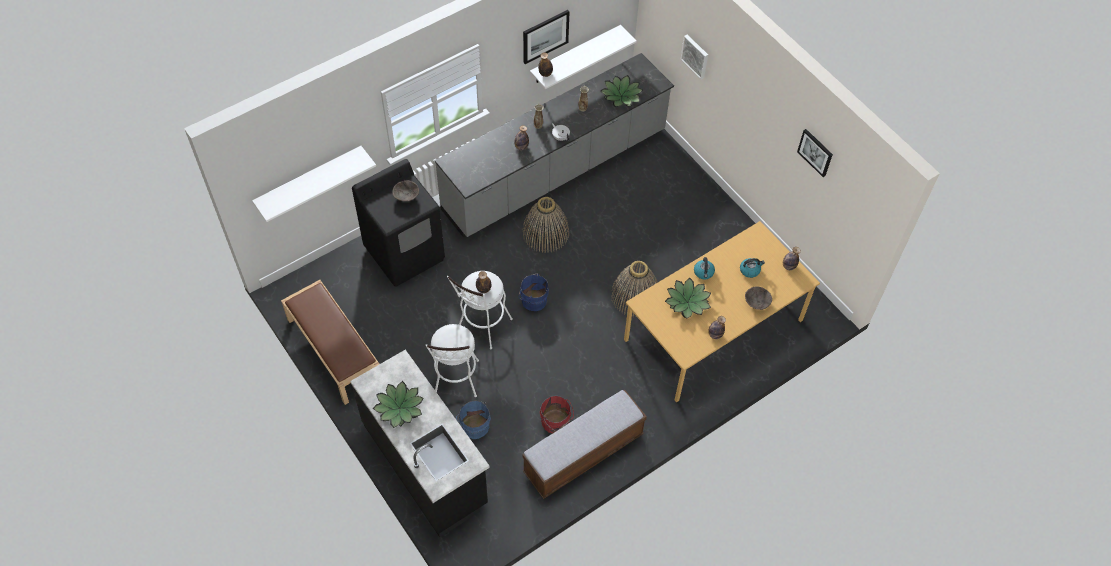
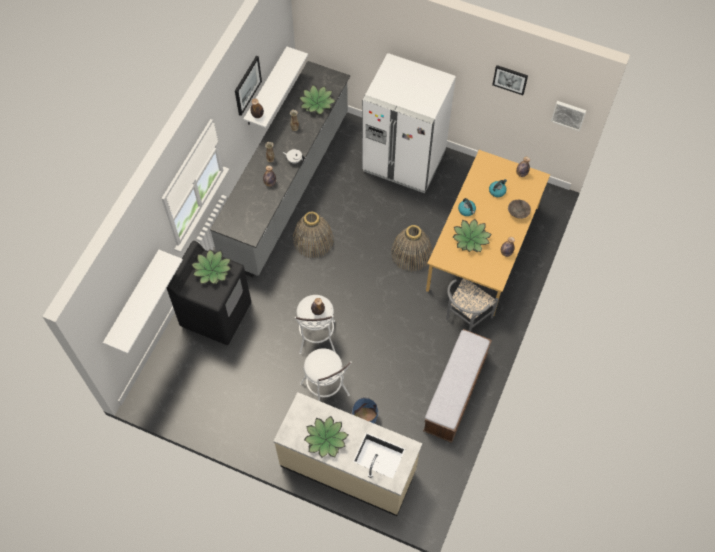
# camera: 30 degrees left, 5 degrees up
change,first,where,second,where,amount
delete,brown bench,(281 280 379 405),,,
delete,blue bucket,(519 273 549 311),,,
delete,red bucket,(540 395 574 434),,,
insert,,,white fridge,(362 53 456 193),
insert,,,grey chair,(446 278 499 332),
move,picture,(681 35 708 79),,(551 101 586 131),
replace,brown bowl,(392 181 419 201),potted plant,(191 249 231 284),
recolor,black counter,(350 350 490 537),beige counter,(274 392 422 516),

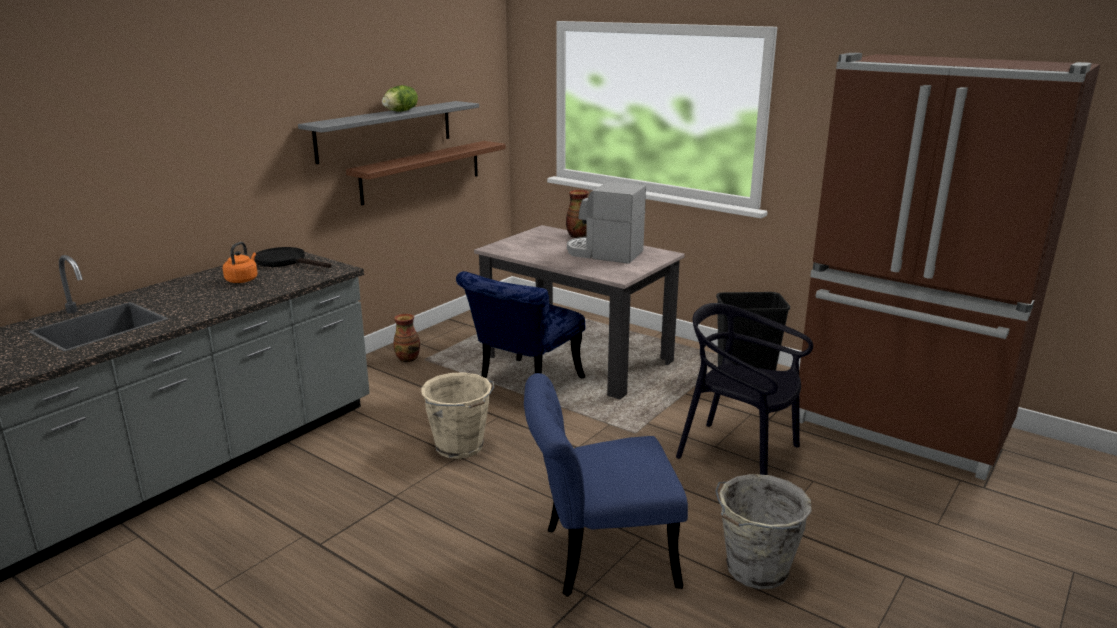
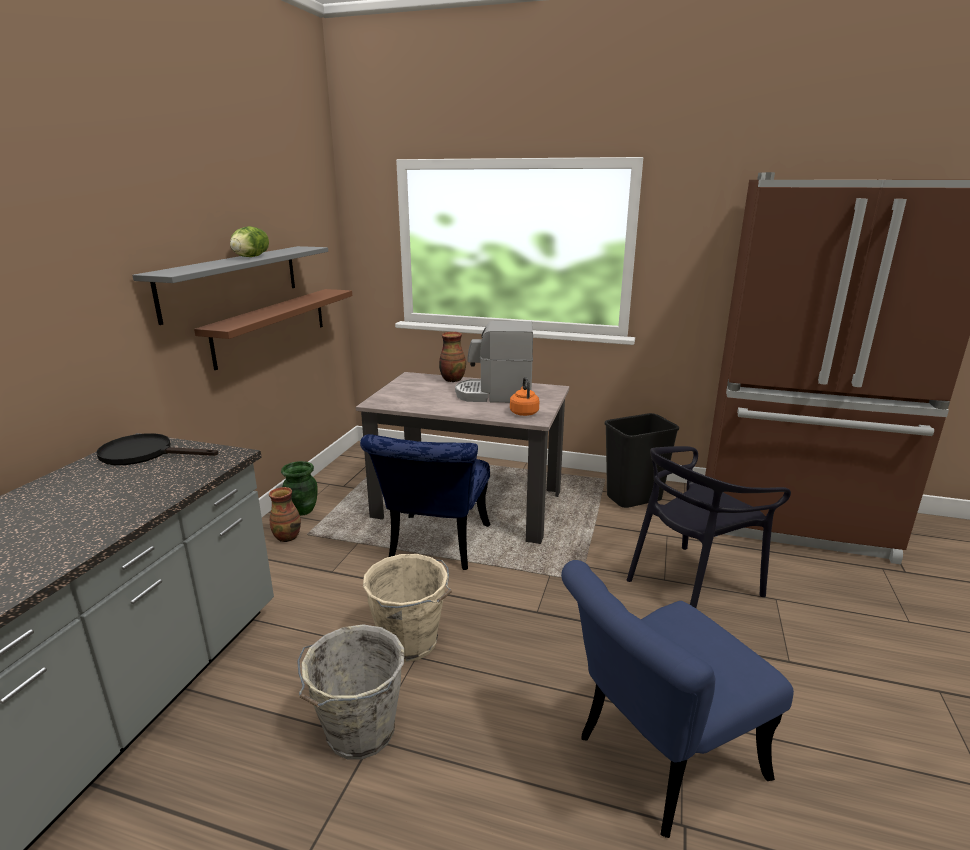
# camera: 20 degrees left, 0 degrees up
change,first,where,second,where,amount
insert,,,green vase,(281 461 318 516),
move,orange kettle,(223 242 258 283),,(510 377 539 416),
move,grey bucket,(715 474 812 589),,(297 625 404 759),
rotate,black chair,(676 303 813 475),,(627 446 791 608),45 degrees counterclockwise

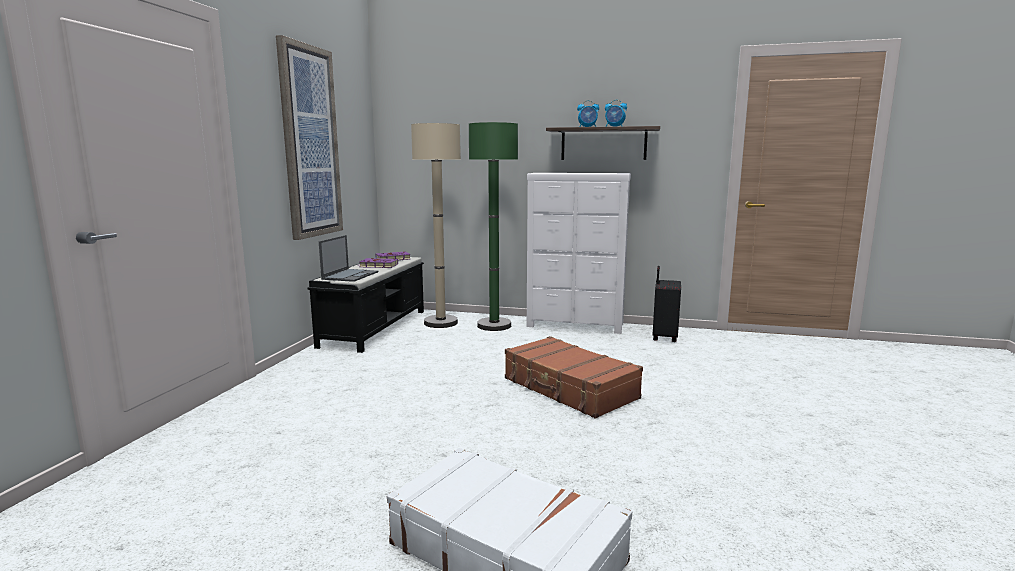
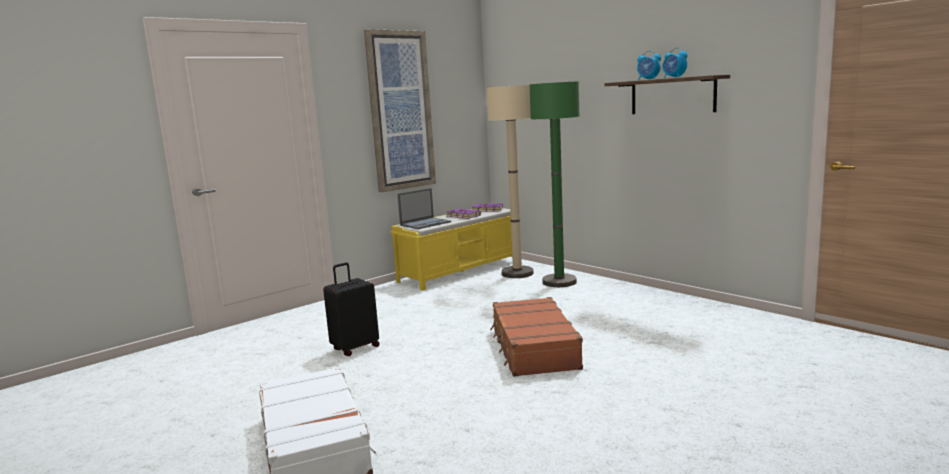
# camera: 35 degrees right, 0 degrees up
change,first,where,second,where,amount
delete,white dresser,(527 173 631 334),,,
move,black suitcase,(652 266 681 342),,(323 262 380 356),
recolor,black bench,(308 257 424 353),yellow bench,(390 208 512 291),

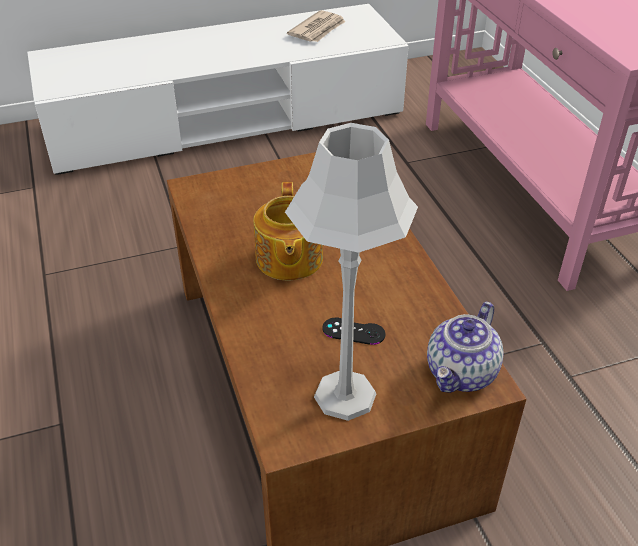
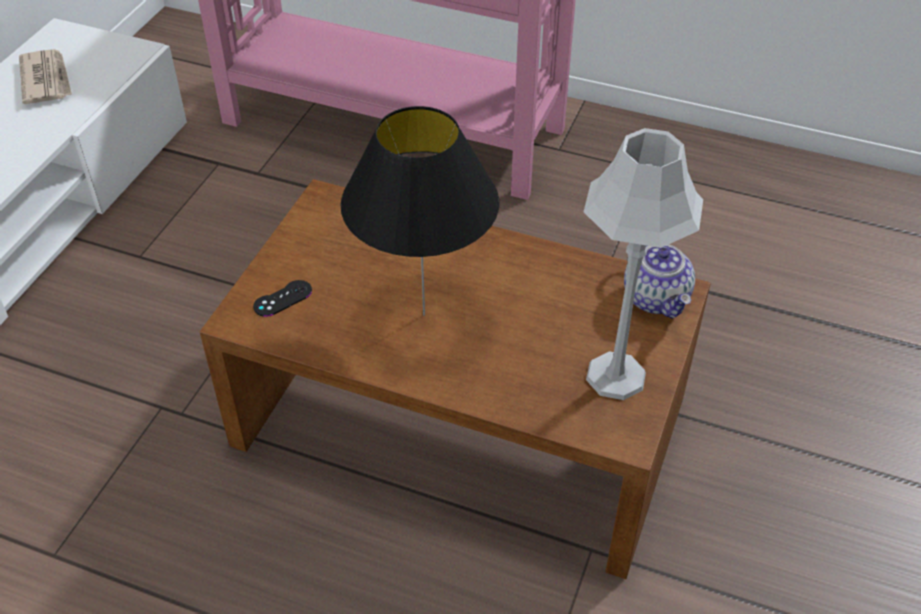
# camera: 50 degrees left, 5 degrees up
change,first,where,second,where,amount
move,black game controller,(322 318 385 345),,(253 280 312 317),
replace,teapot,(253 182 323 280),black table lamp,(340 106 499 316),

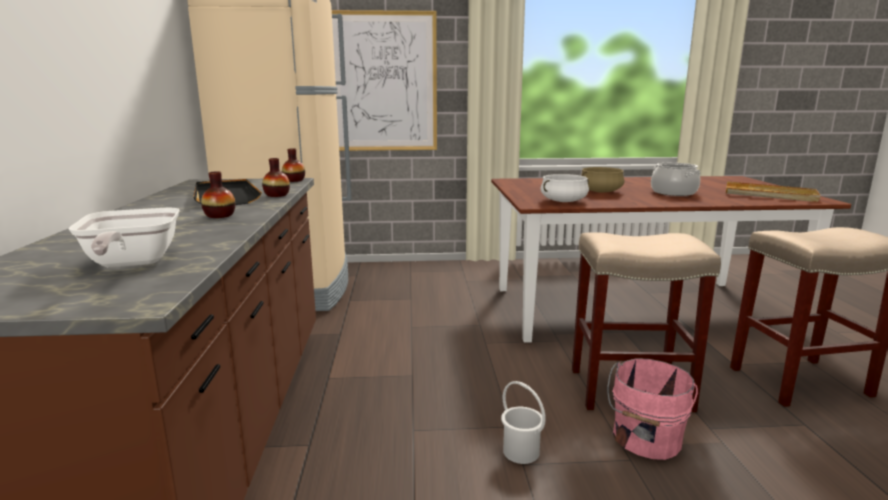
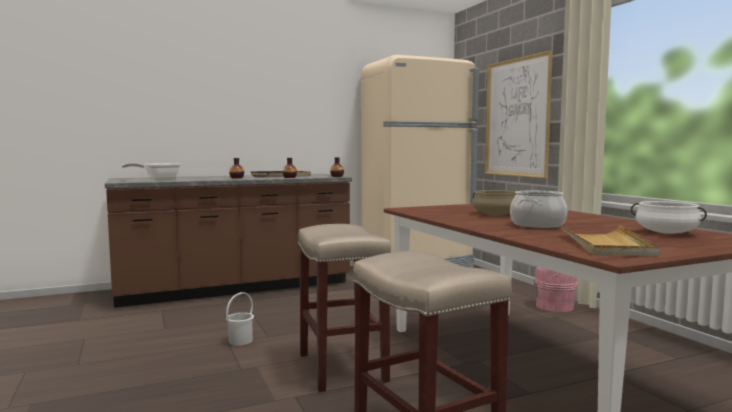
# camera: 70 degrees right, 10 degrees down
change,first,where,second,where,amount
move,white cooking pot,(540 174 589 202),,(631 201 707 234),
move,pink bucket,(607 358 698 460),,(534 266 578 312),

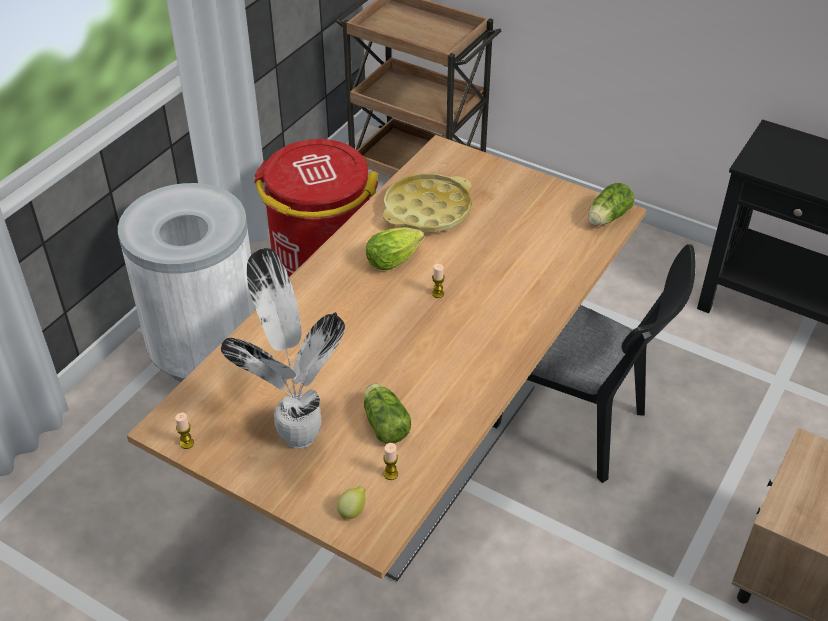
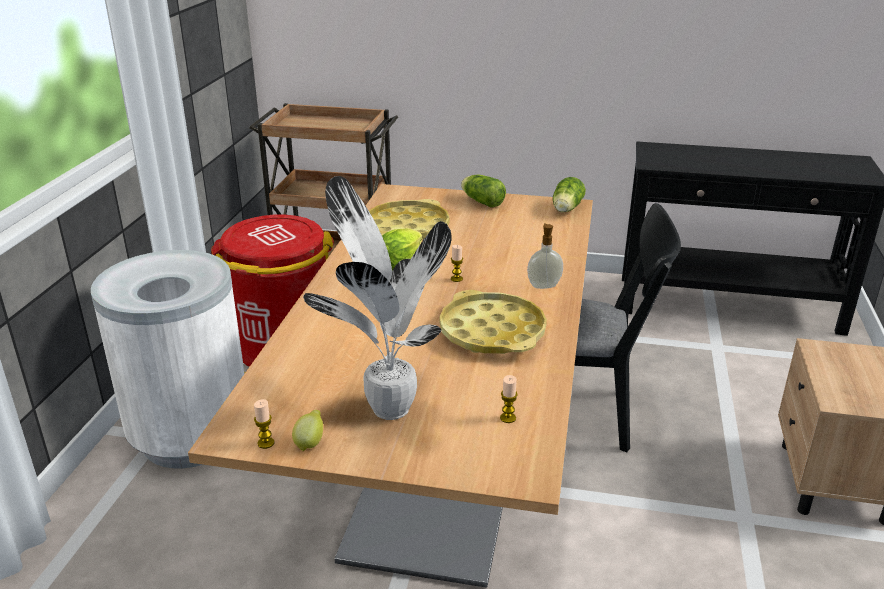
# camera: 20 degrees left, 15 degrees down
change,first,where,second,where,amount
insert,,,yellow tray,(439 290 547 354),
insert,,,soap dispenser,(527 224 563 289),
move,lemon,(337 486 366 520),,(292 410 323 451),
move,lettuce,(364 384 411 444),,(461 175 506 207),

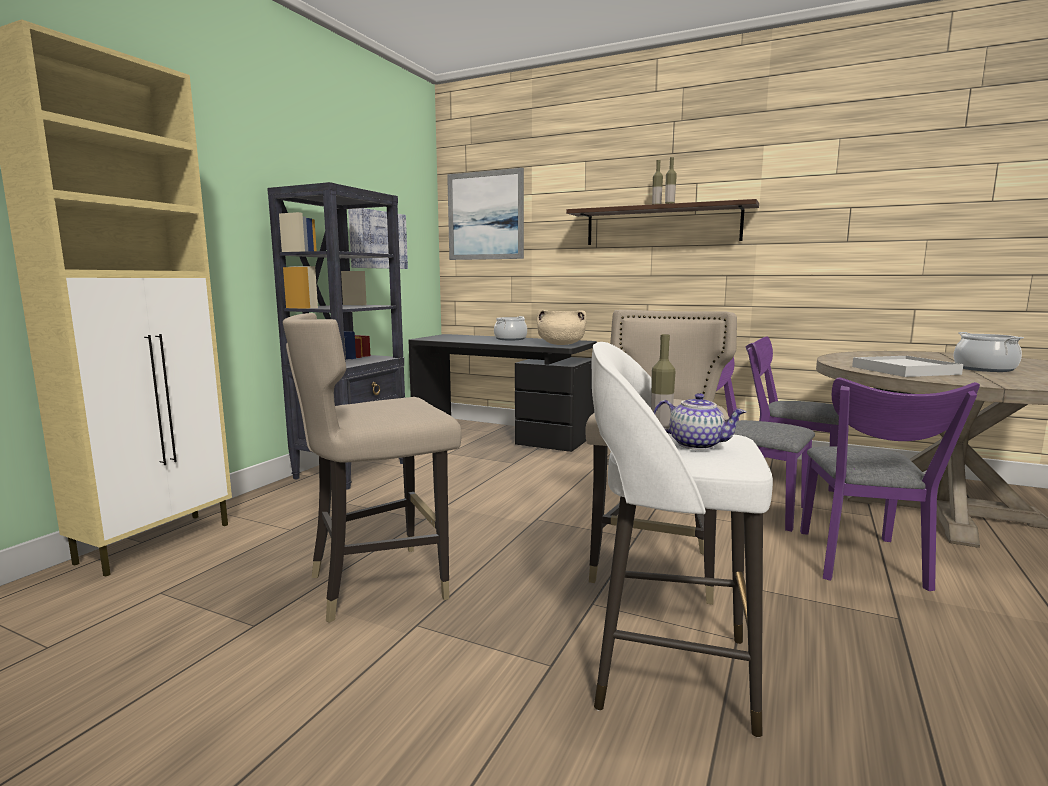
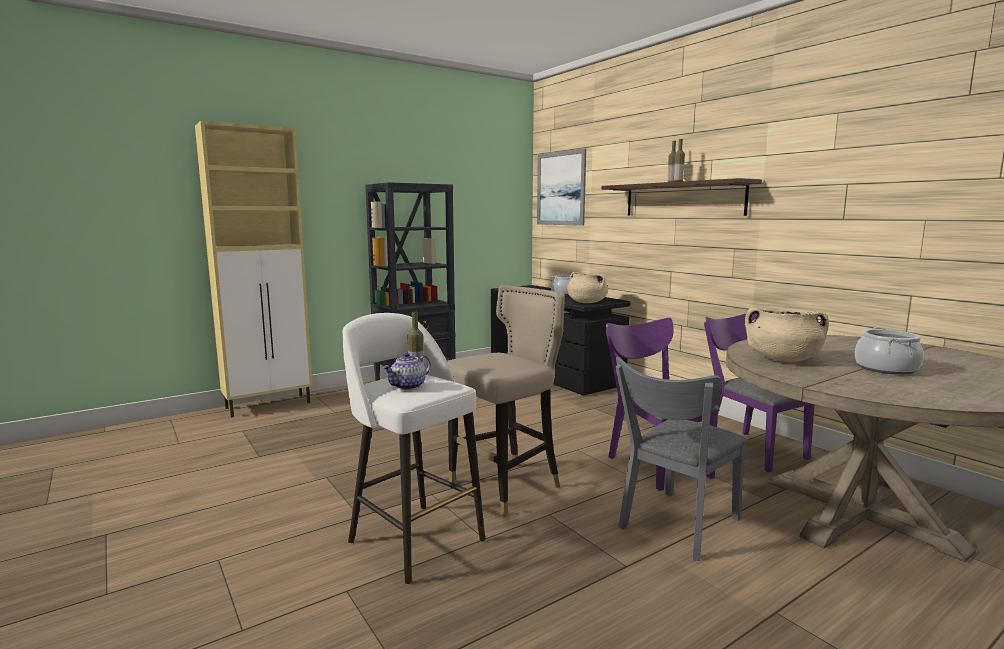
# camera: 30 degrees right, 0 degrees up
change,first,where,second,where,amount
delete,beige stool,(283 313 462 623),,,
delete,picture,(348 208 408 269),,,
replace,white tray,(852 356 963 377),beige cooking pot,(745 308 829 362),
recolor,purple chair,(800 378 980 591),grey chair,(615 356 748 561),
rotate,teapot,(654 393 746 450),,(382 353 431 390),75 degrees clockwise

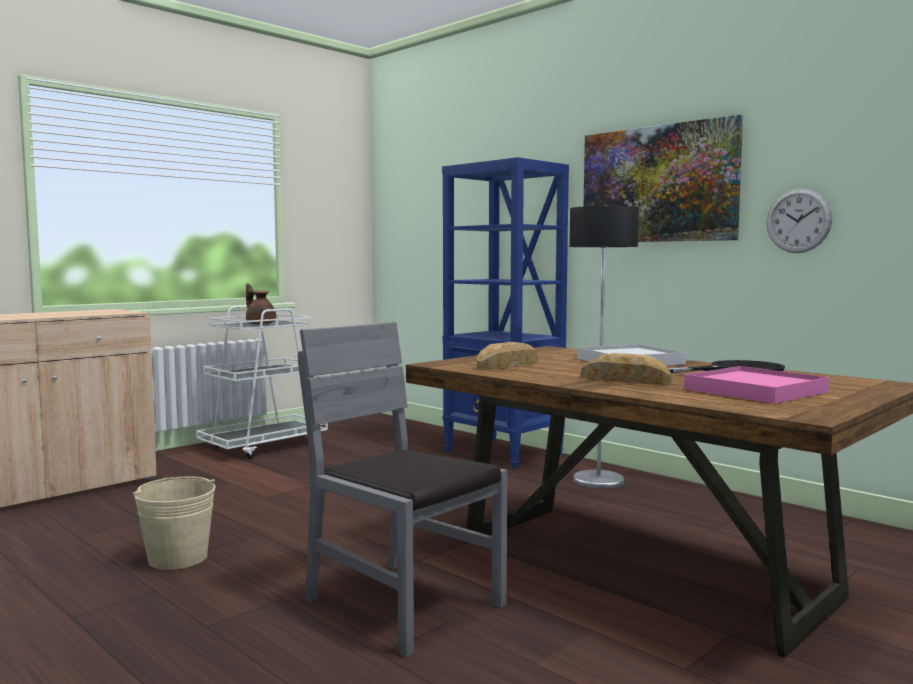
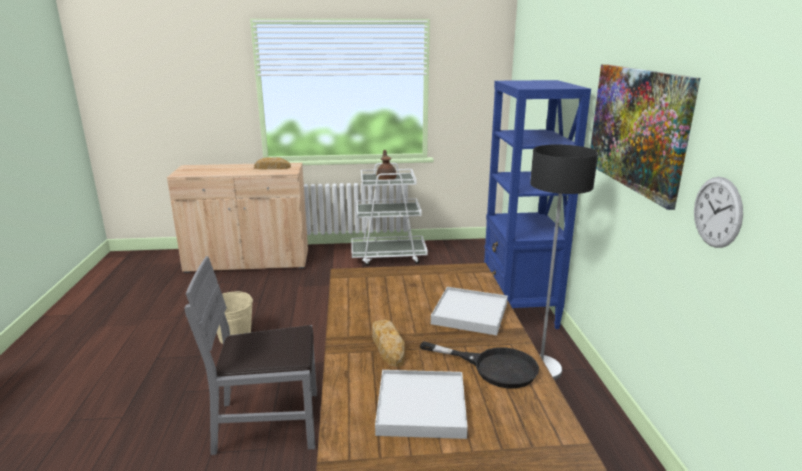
# camera: 40 degrees right, 15 degrees up
change,first,where,second,where,amount
move,bread,(477 342 538 370),,(254 157 291 169),
recolor,pink tray,(684 366 830 404),white tray,(375 370 468 439),
rotate,grey chair,(298 322 507 657),,(185 256 317 455),90 degrees counterclockwise

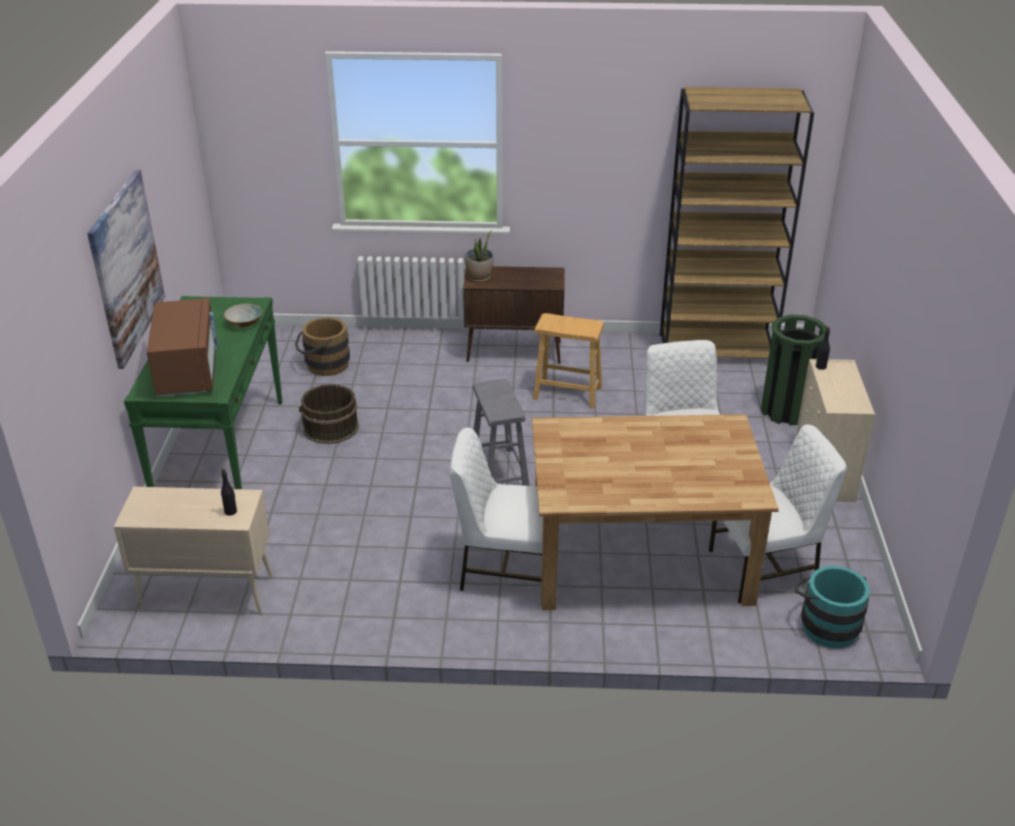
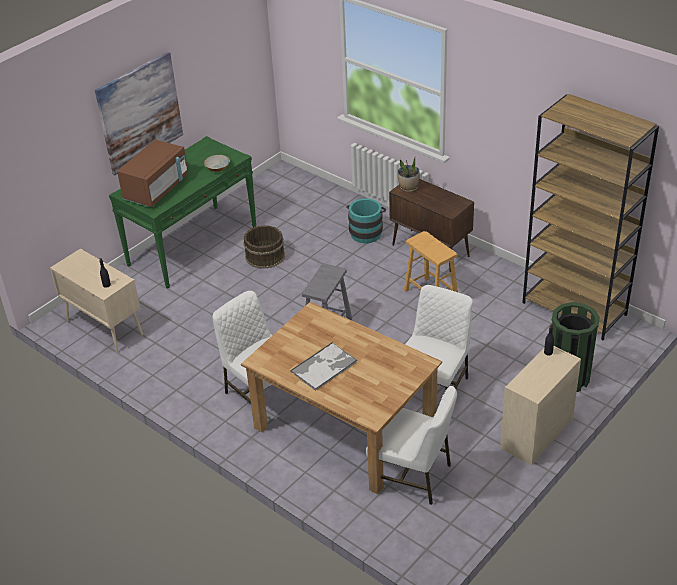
# camera: 40 degrees right, 5 degrees up
change,first,where,second,where,amount
delete,brown bucket,(295 317 350 376),,,
insert,,,tray,(291 342 358 391),
move,turquoise bucket,(795 566 870 648),,(346 198 386 243),

